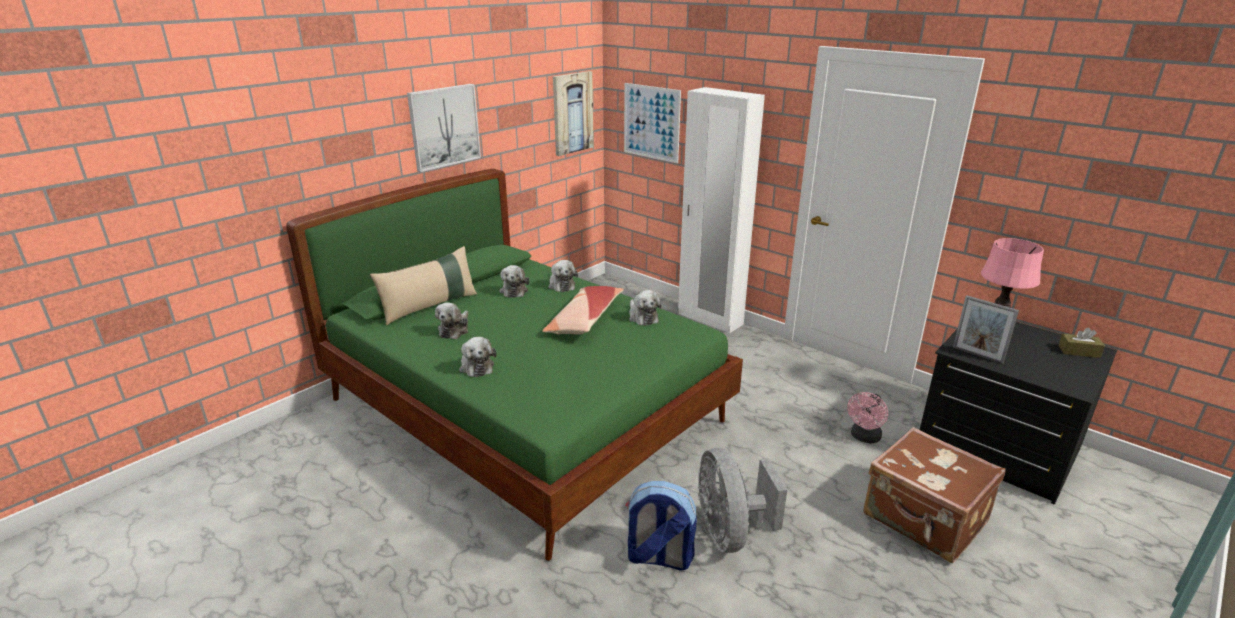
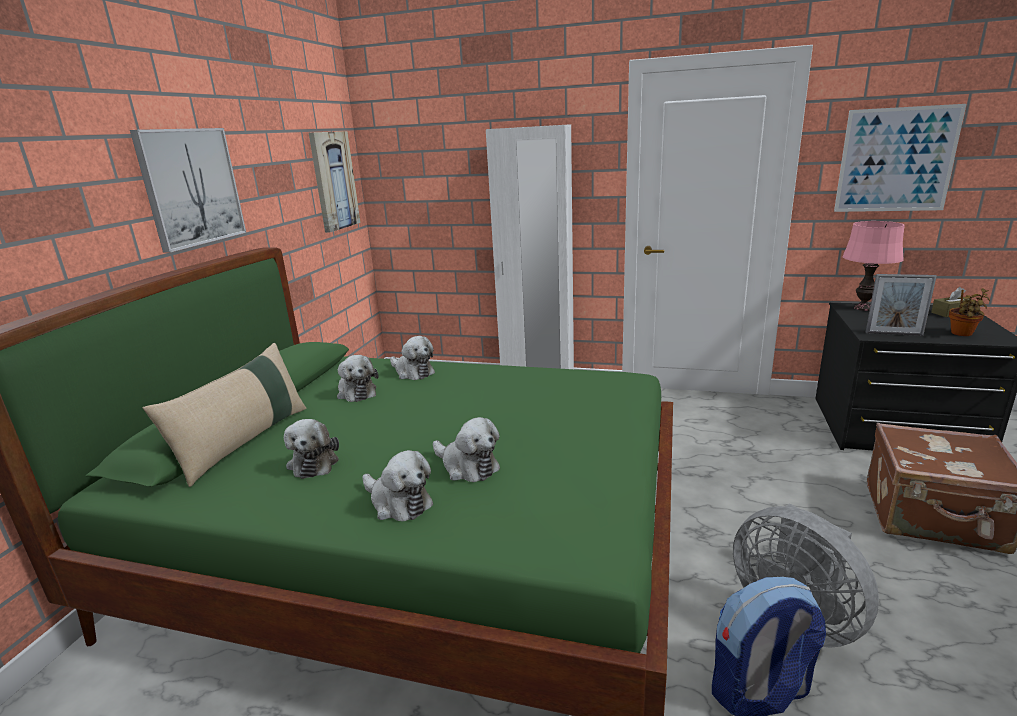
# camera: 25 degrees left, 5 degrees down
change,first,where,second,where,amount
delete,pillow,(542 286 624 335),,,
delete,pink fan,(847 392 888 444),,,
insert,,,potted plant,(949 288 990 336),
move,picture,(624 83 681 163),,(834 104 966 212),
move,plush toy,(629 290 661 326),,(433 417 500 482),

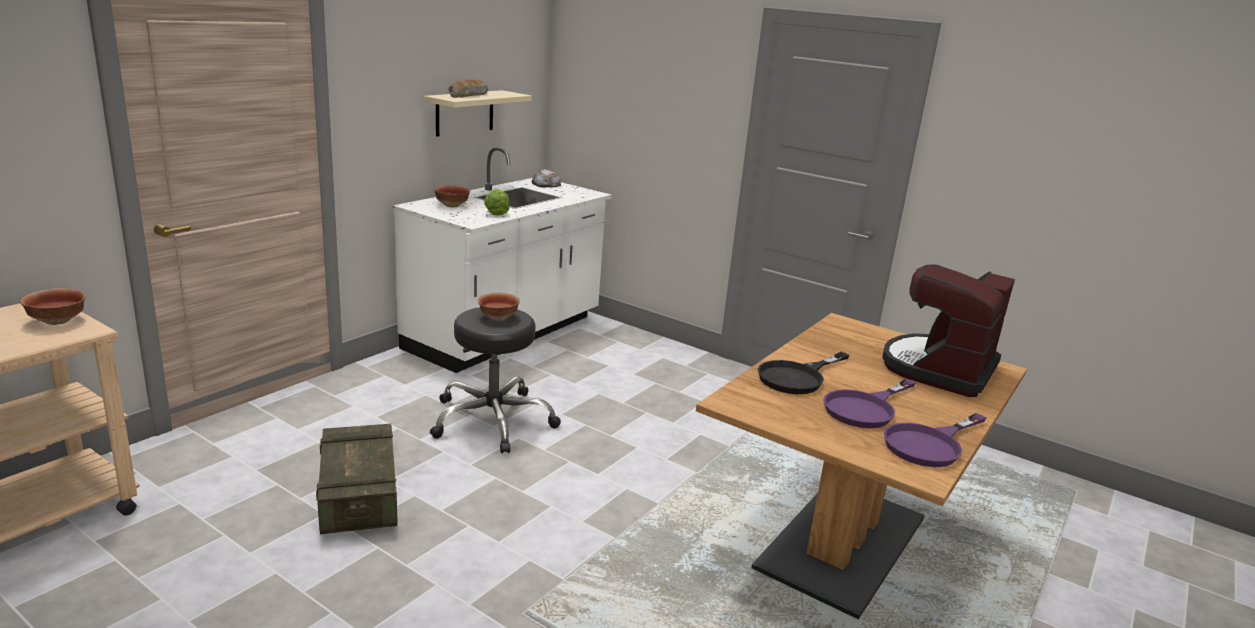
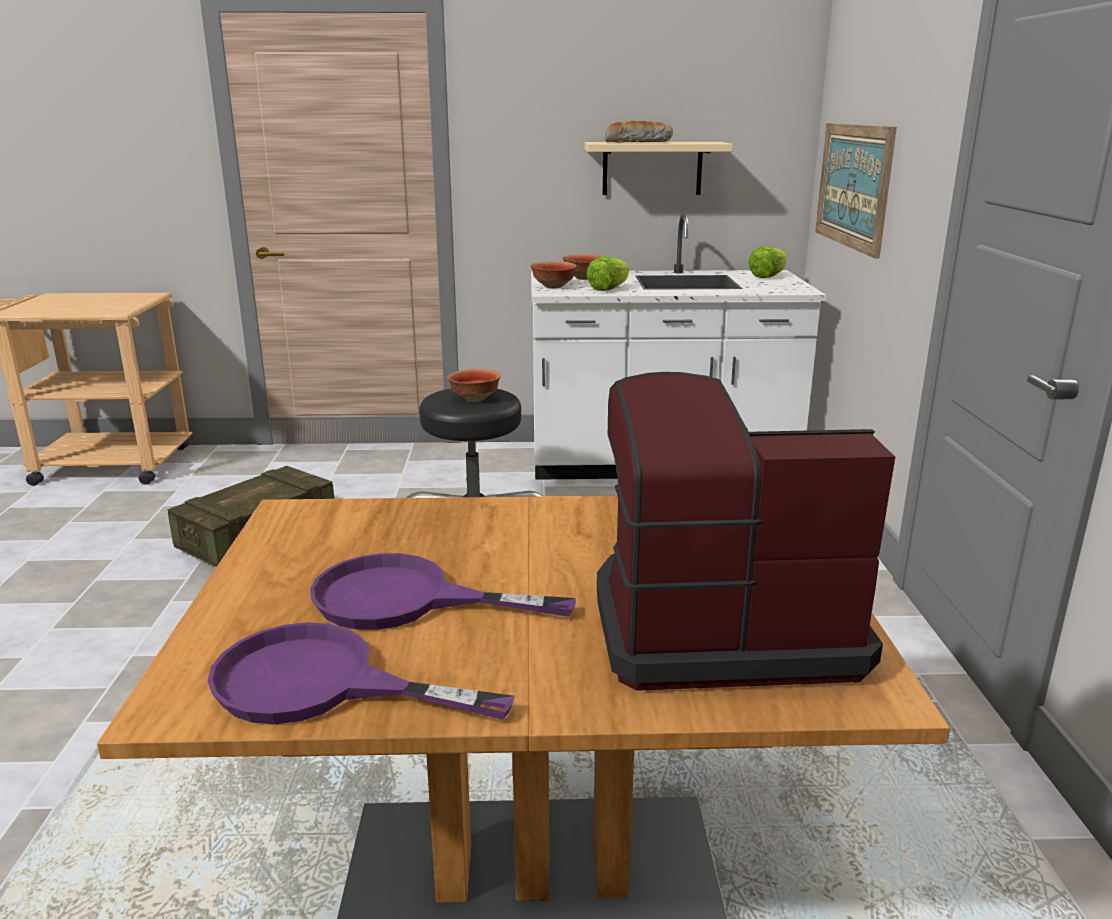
# camera: 55 degrees right, 0 degrees up
change,first,where,second,where,amount
delete,black frying pan,(758 352 850 394),,,
insert,,,picture,(815 123 897 258),
move,bowl,(20 288 86 325),,(531 261 576 288),
replace,bread,(532 169 561 188),lettuce,(748 246 786 278),

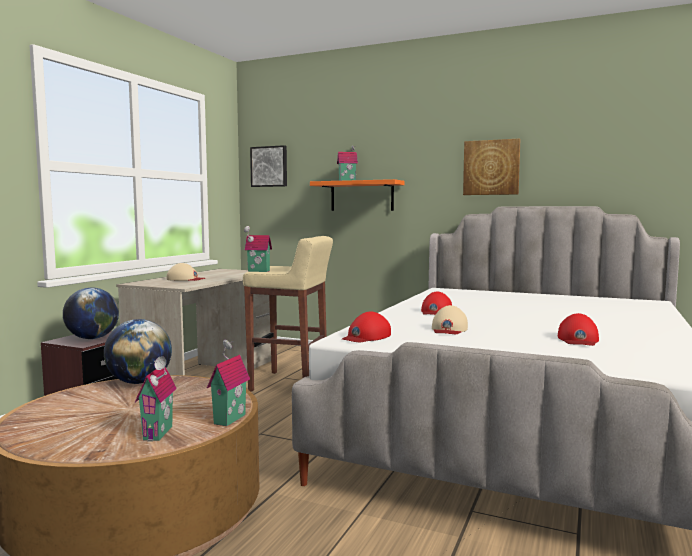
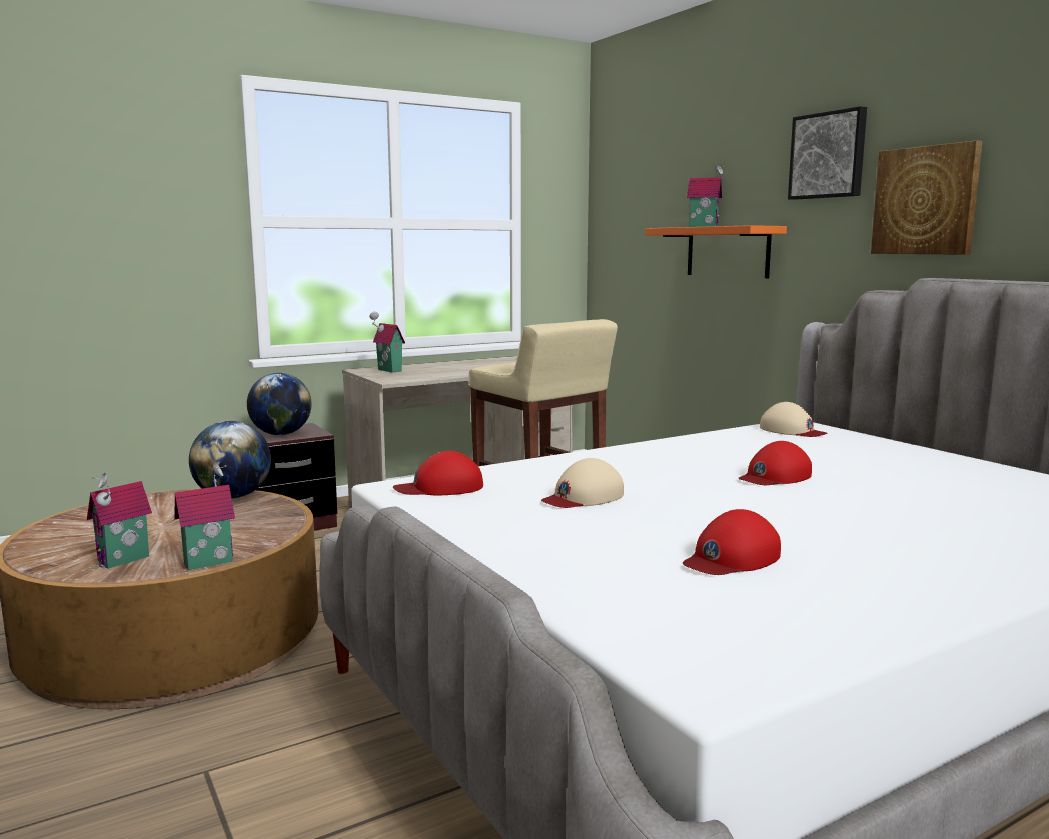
# camera: 35 degrees right, 5 degrees up
change,first,where,second,where,amount
move,beige cap,(166 263 205 281),,(760 402 828 437),
move,toy house,(244 226 272 272),,(370 312 405 372),
move,picture,(250 145 287 187),,(788 106 867 200),
move,red cap,(421 291 452 315),,(738 441 812 485),

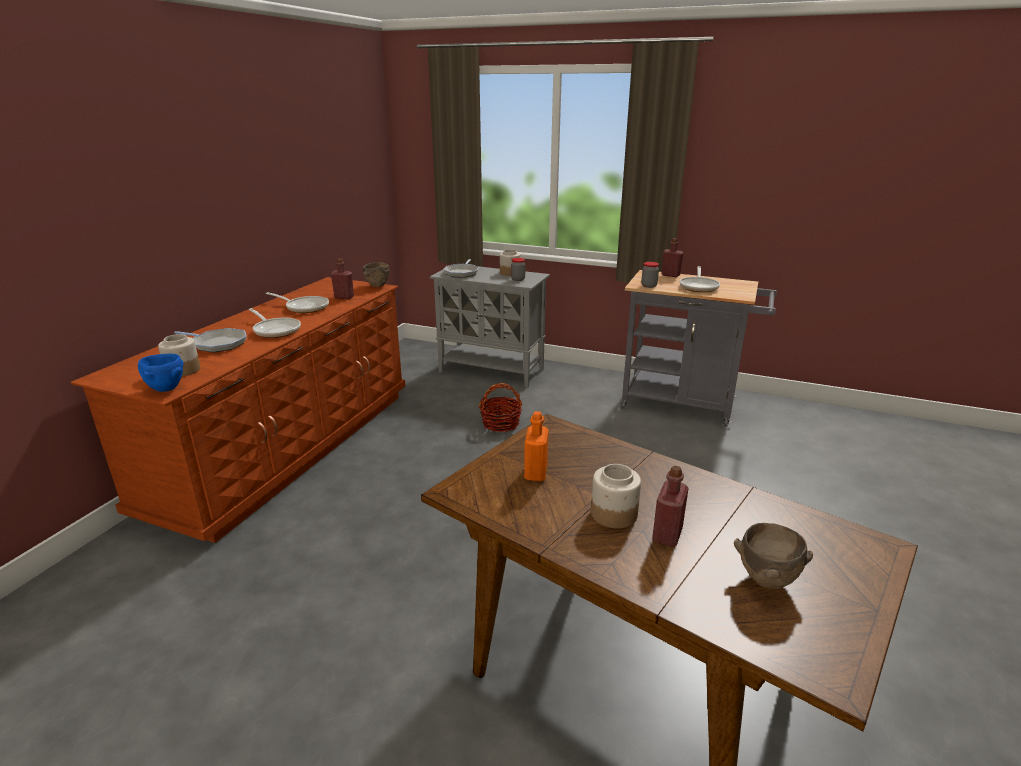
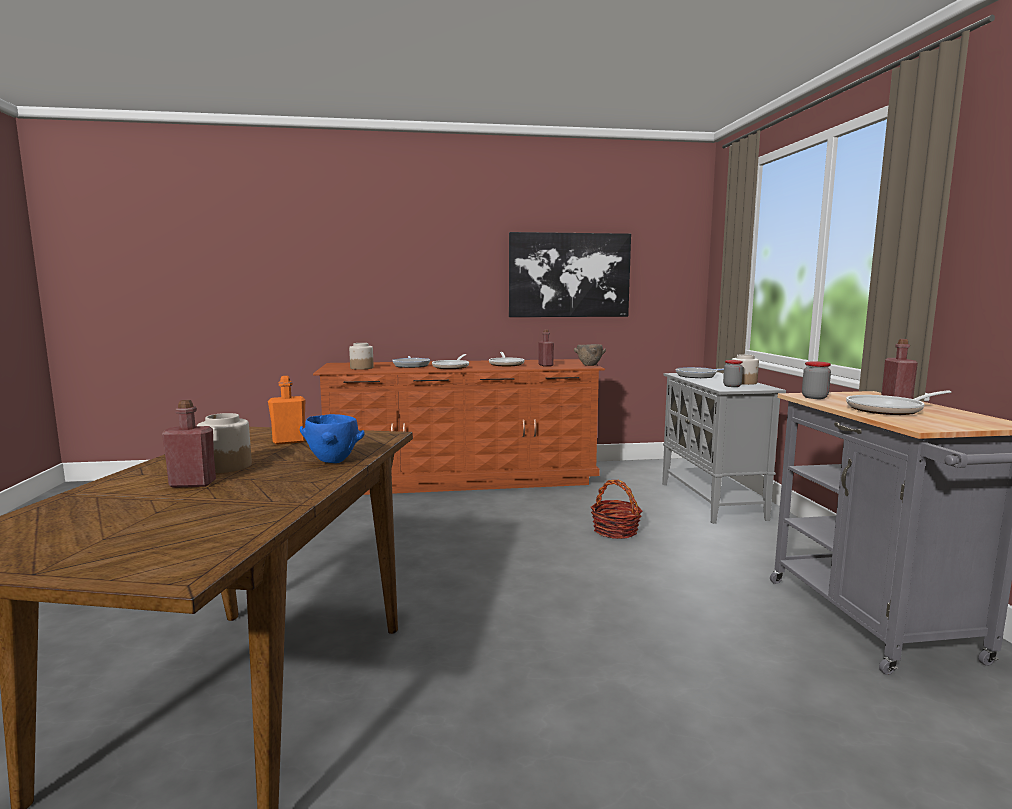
# camera: 60 degrees right, 15 degrees down
change,first,where,second,where,amount
delete,brown bowl,(734 523 813 589),,,
insert,,,picture,(509 232 631 317),
move,blue bowl,(138 354 184 392),,(300 414 364 463),

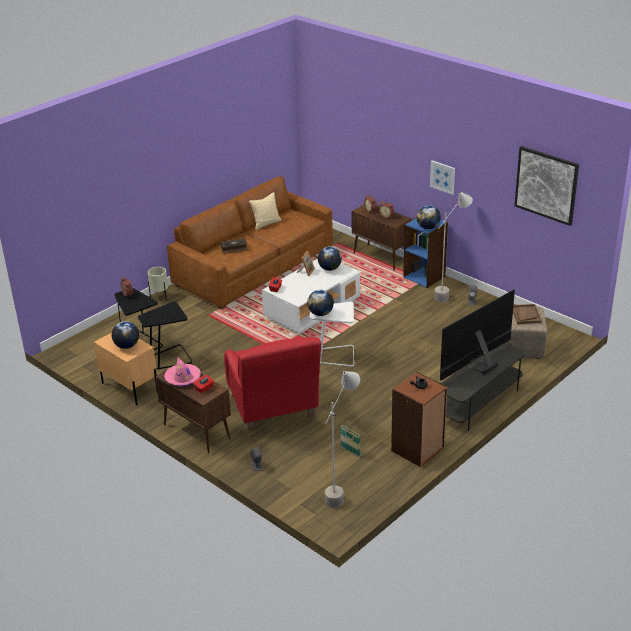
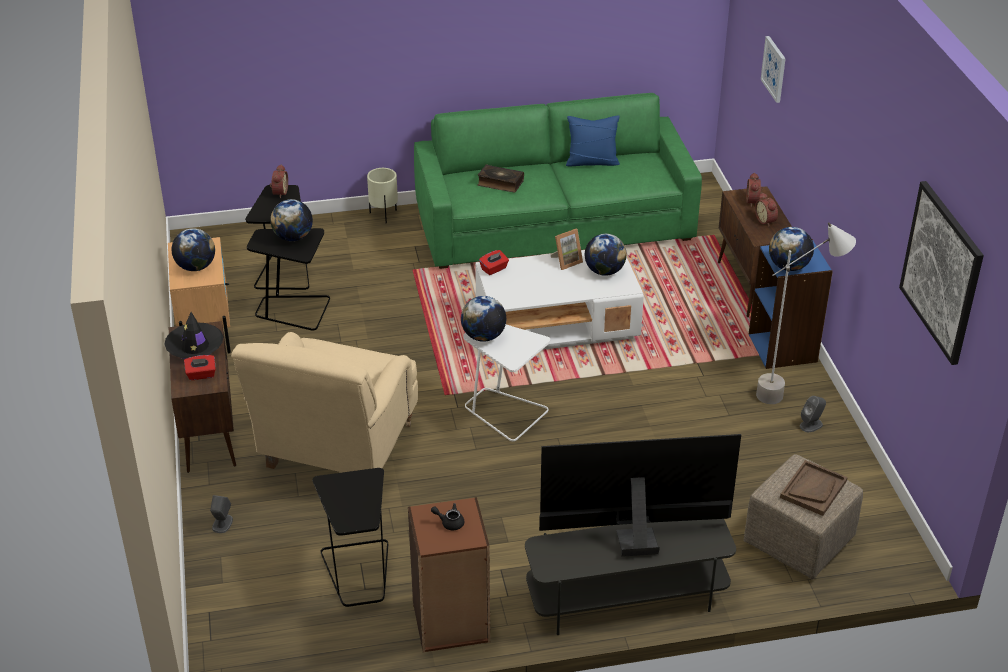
# camera: 35 degrees right, 5 degrees up
change,first,where,second,where,amount
delete,grey floor lamp,(325 371 360 508),,,
insert,,,globe,(270 199 313 241),
move,picture,(430 160 455 195),,(761 36 786 103),
replace,basket,(340 421 361 457),black side table,(312 468 388 607),
recolor,pink hat,(164 358 201 387),black hat,(164 312 223 359),
recolor,brown sofa,(167 177 333 309),green sofa,(414 93 702 269),
recolor,red armchair,(224 336 322 431),beige armchair,(231 332 418 472),
recolor,beige pillow,(249 192 282 230),blue pillow,(566 115 620 167),

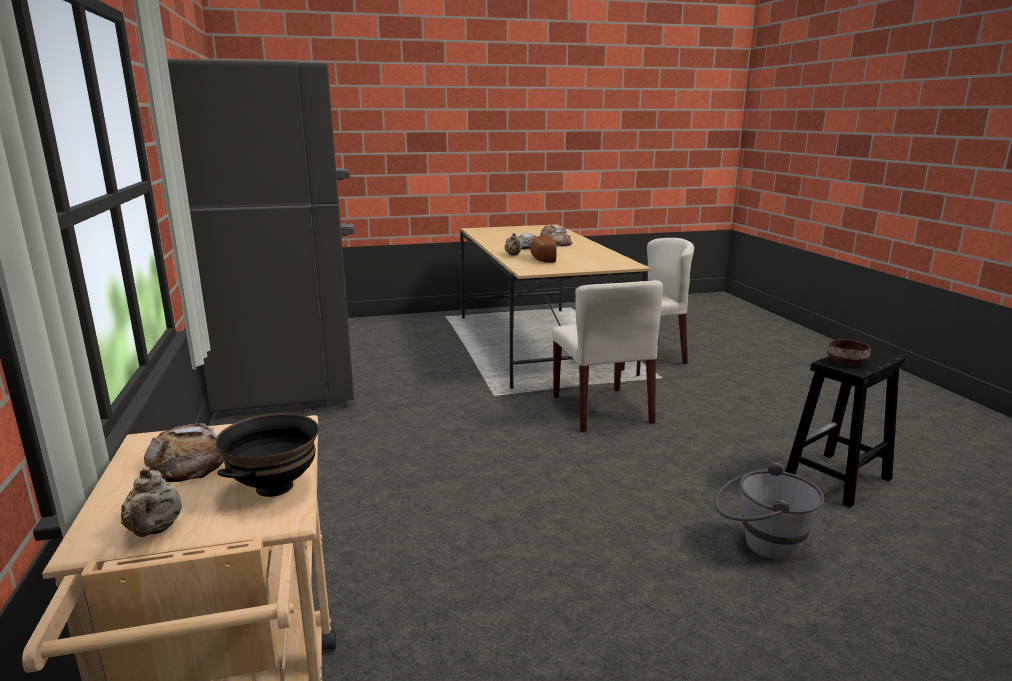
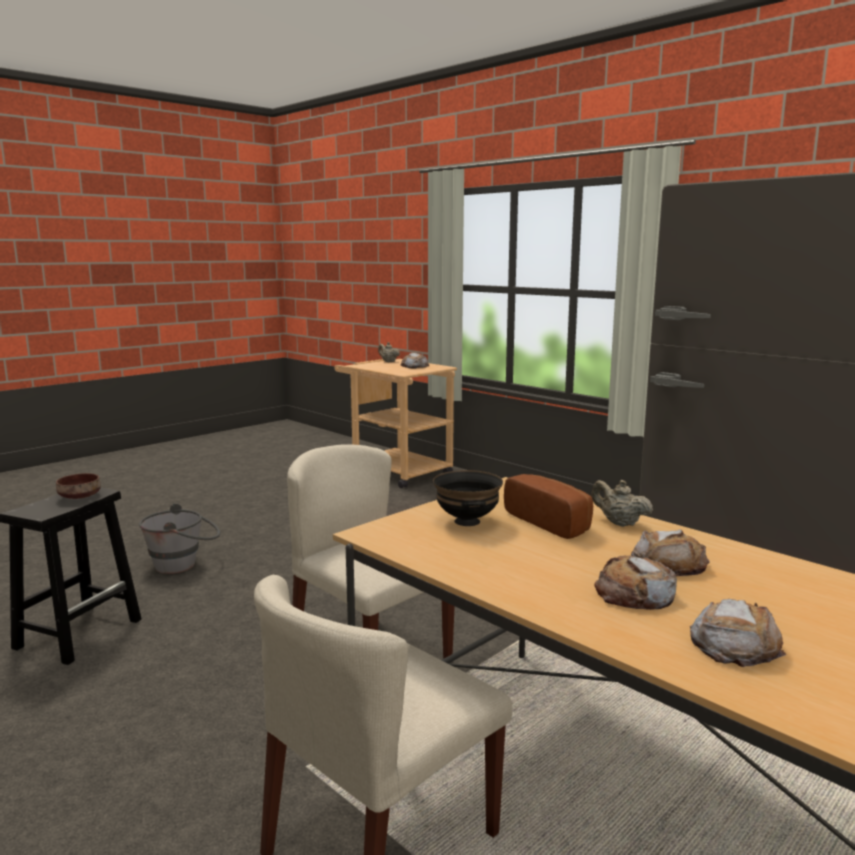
# camera: 150 degrees right, 5 degrees down
change,first,where,second,where,amount
move,black bowl,(215 413 319 497),,(433 470 503 526),

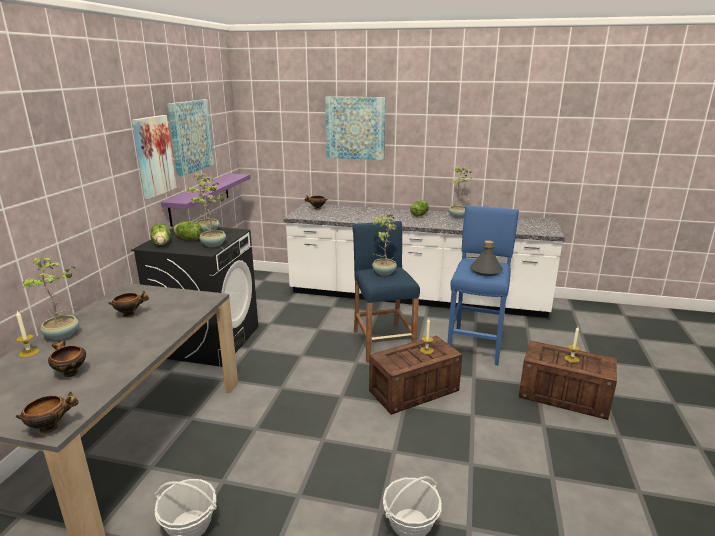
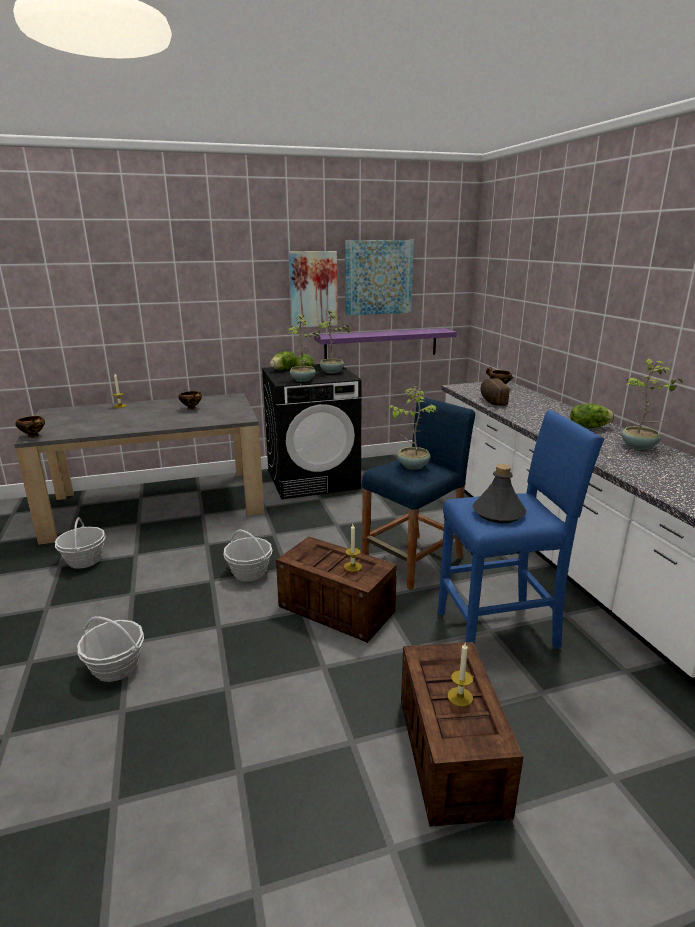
# camera: 60 degrees right, 0 degrees up
change,first,where,second,where,amount
delete,potted plant,(23 257 79 340),,,
delete,bowl,(48 340 86 377),,,
delete,picture,(325 96 386 160),,,
insert,,,basket,(224 530 272 582),
insert,,,bread,(481 378 510 406),

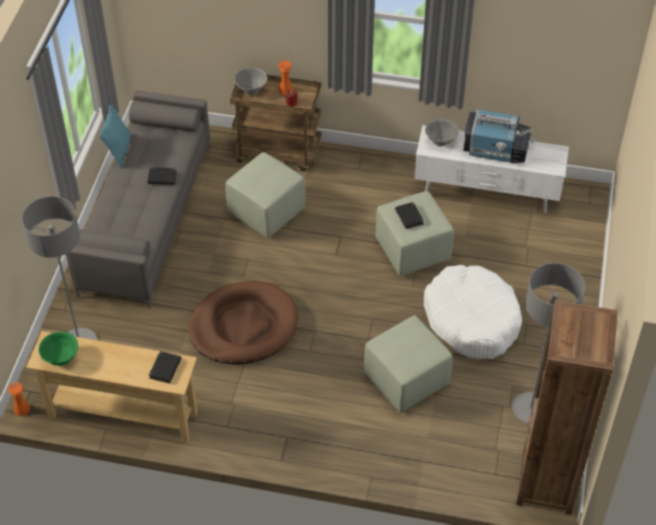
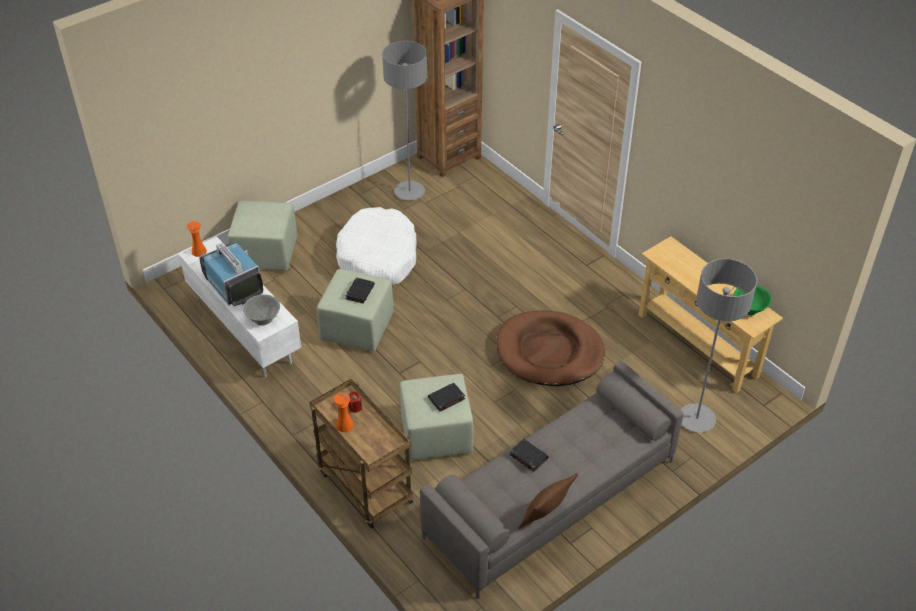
# camera: 140 degrees left, 5 degrees down
change,first,where,second,where,amount
delete,grey bowl,(234 67 267 95),,,
move,orange vase,(8 382 30 416),,(187 221 207 257),
move,black book,(149 351 181 383),,(428 383 465 412),
move,green ottoman,(364 315 453 413),,(228 201 297 271),
recolor,turquoise pillow,(100 105 132 169),brown pillow,(518 473 578 529),

